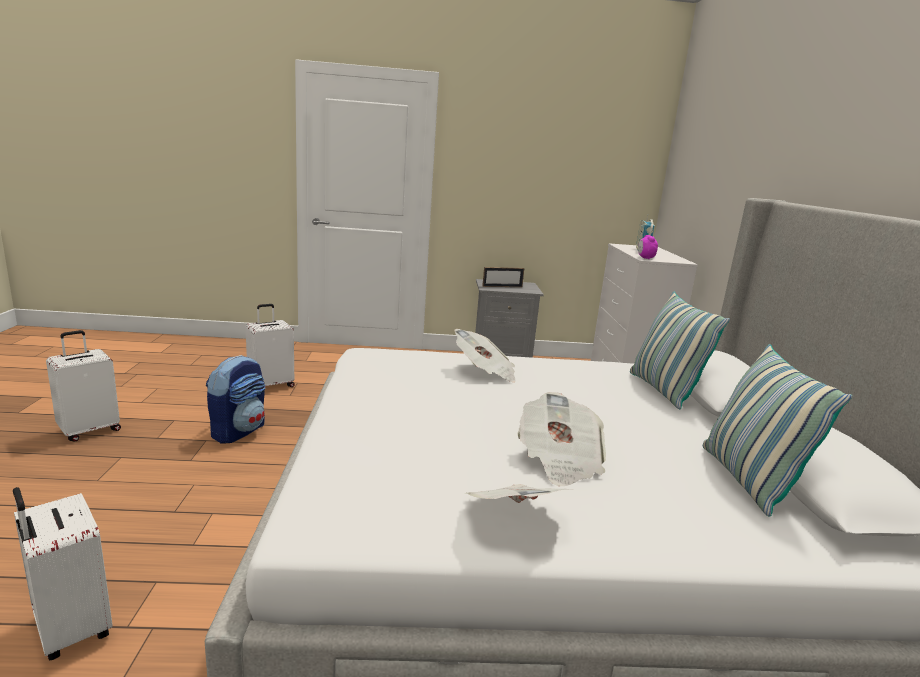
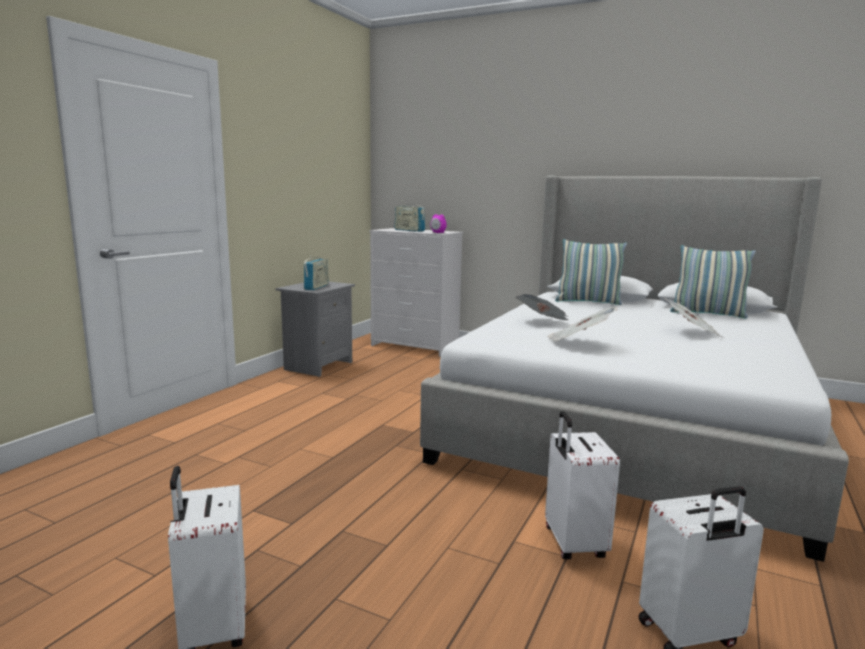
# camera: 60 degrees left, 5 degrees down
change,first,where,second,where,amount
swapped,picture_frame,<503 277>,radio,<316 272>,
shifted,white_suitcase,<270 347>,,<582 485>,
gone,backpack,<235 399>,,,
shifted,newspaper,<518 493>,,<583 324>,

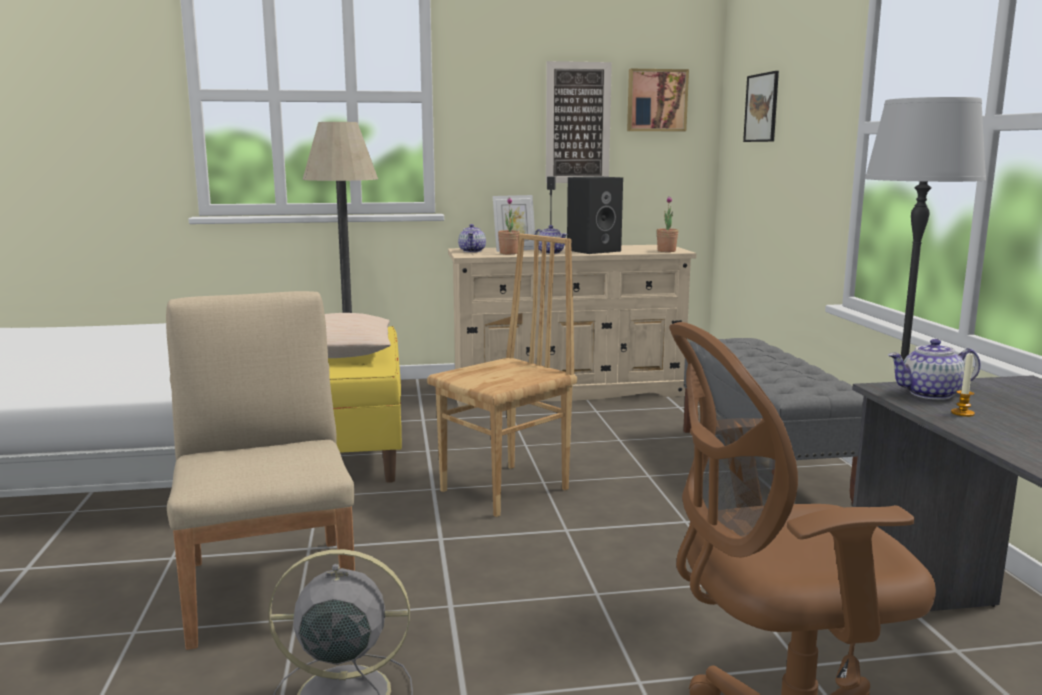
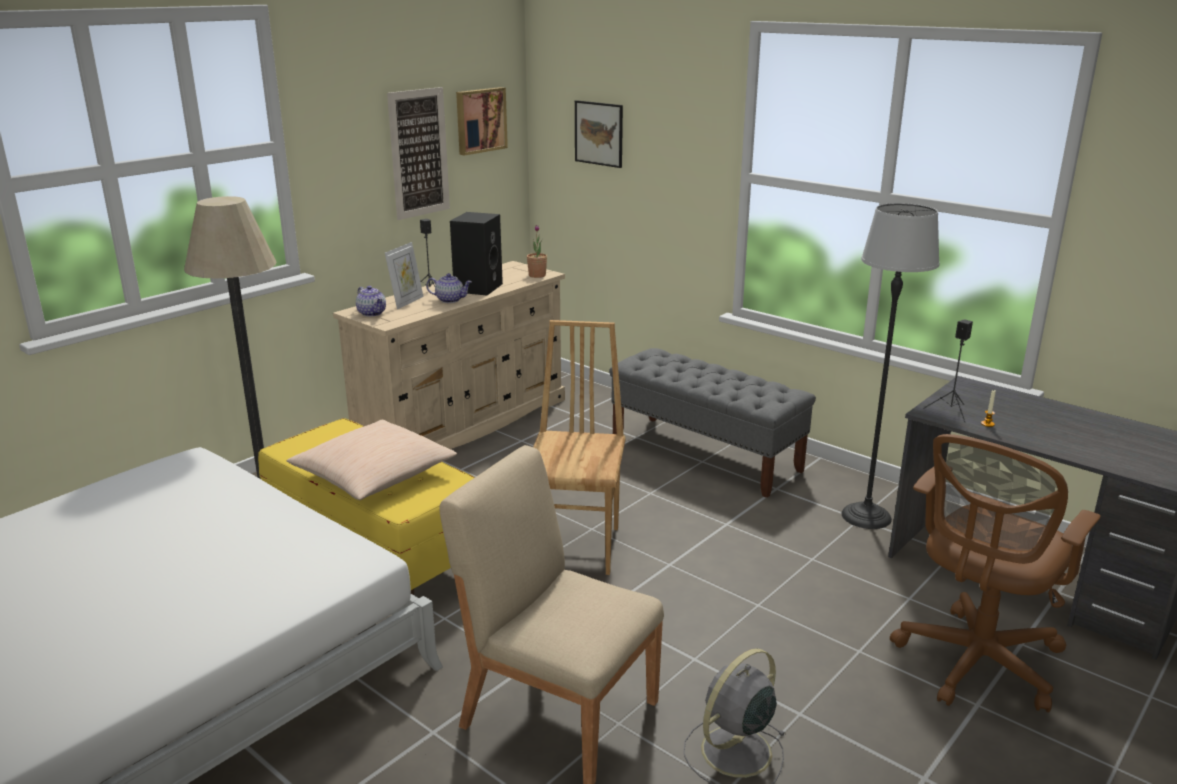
# camera: 40 degrees left, 10 degrees up
change,first,where,second,where,amount
gone,potted_plant,<509 225>,,,
swapped,teapot,<934 369>,black_speaker,<948 370>,

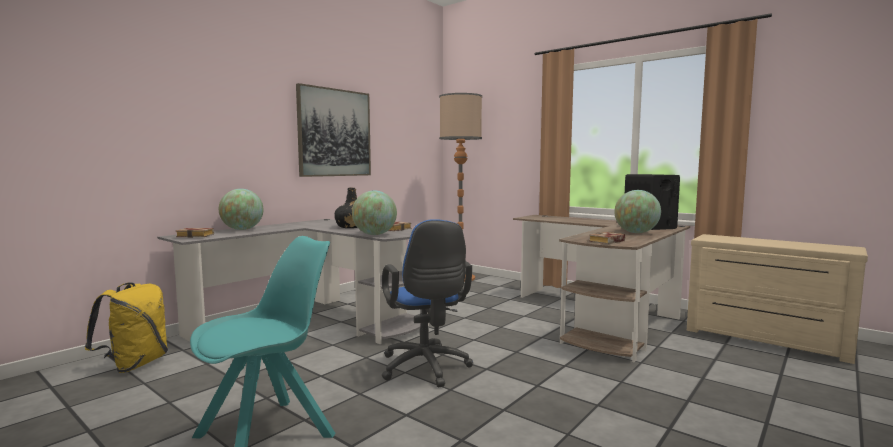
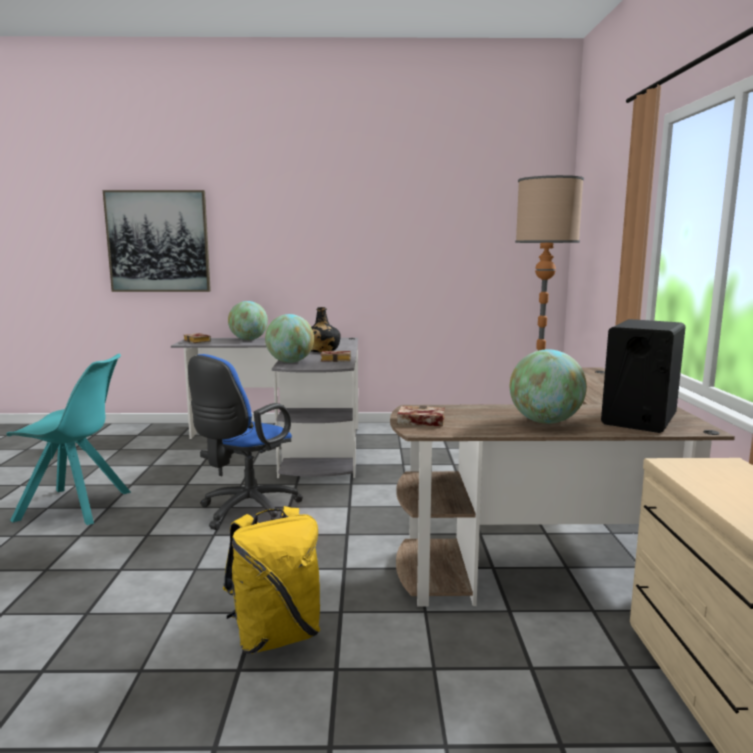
# camera: 50 degrees right, 5 degrees up
change,first,where,second,where,amount
shifted,picture,<333 130>,,<157 241>,
shifted,yellow_backpack,<126 327>,,<271 580>,

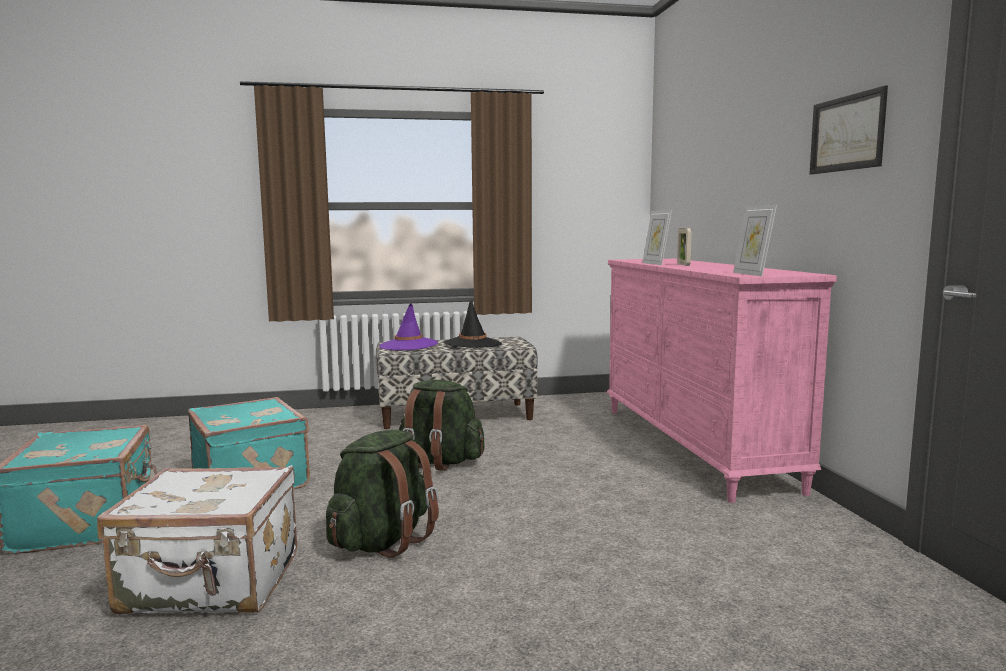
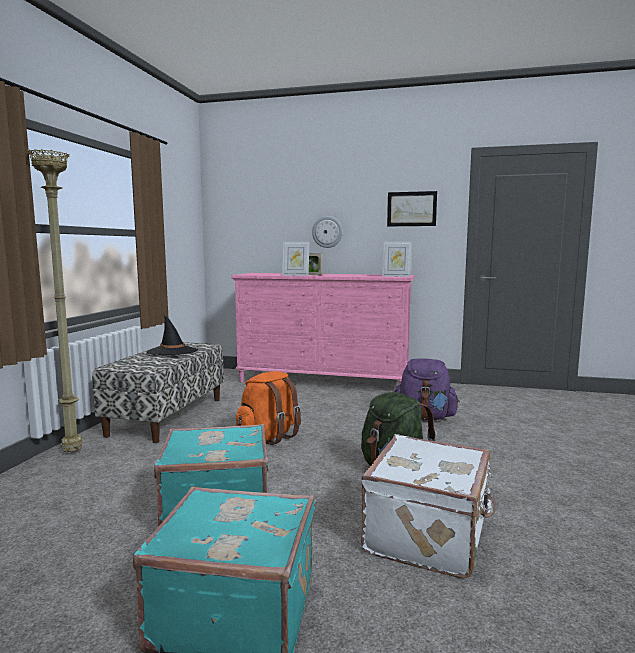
# camera: 65 degrees left, 0 degrees up
change,first,where,second,where,amount
gone,purple_hat,<408 326>,,,
repainted,green_backpack,<442 425>,orange_backpack,<268 408>,
new,,,beige_floor_lamp,<55 301>,
new,,,wall_clock,<327 232>,
new,,,purple_backpack,<427 390>,

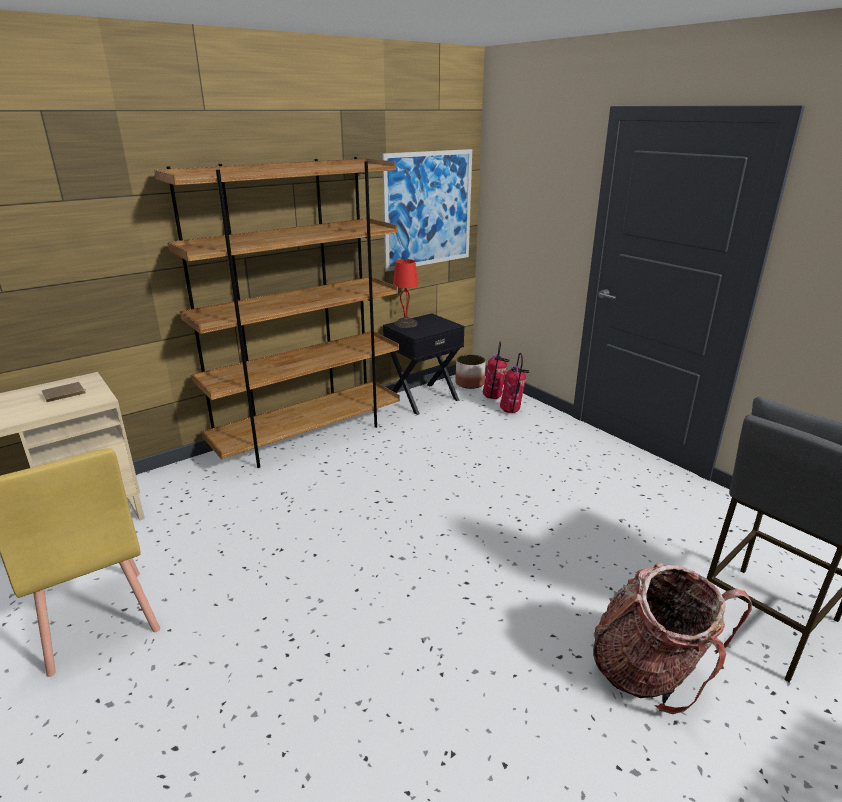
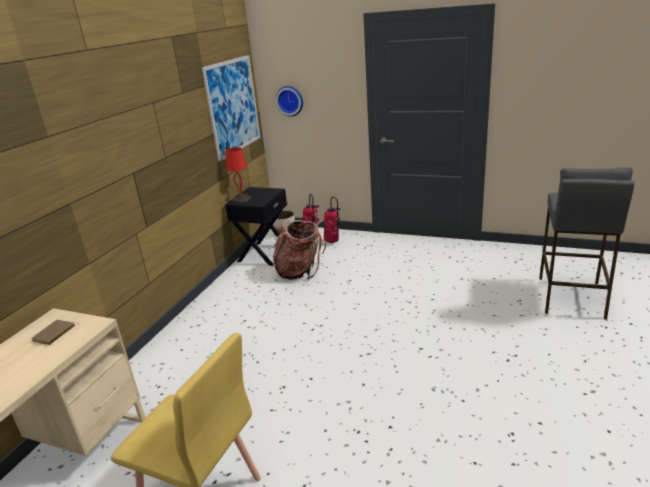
# camera: 30 degrees left, 0 degrees up
change,first,where,second,where,amount
gone,brown_bookcase,<277 312>,,,
shifted,backpack,<672 638>,,<300 250>,
new,,,wall_clock,<289 101>,

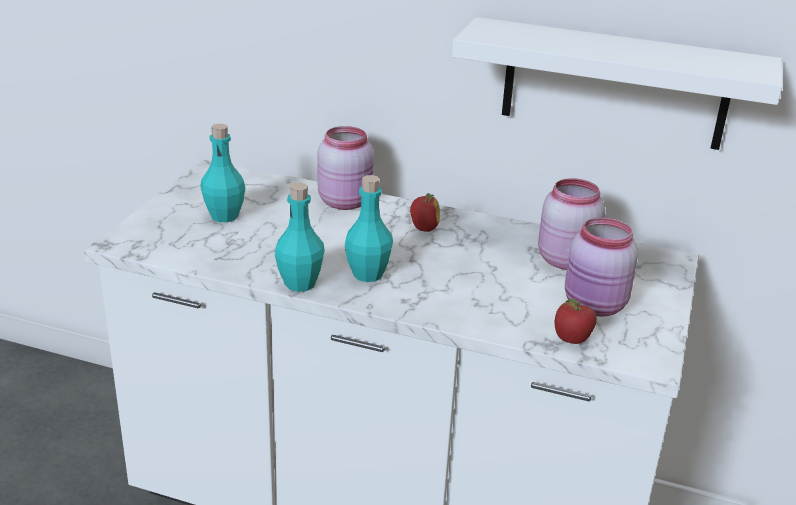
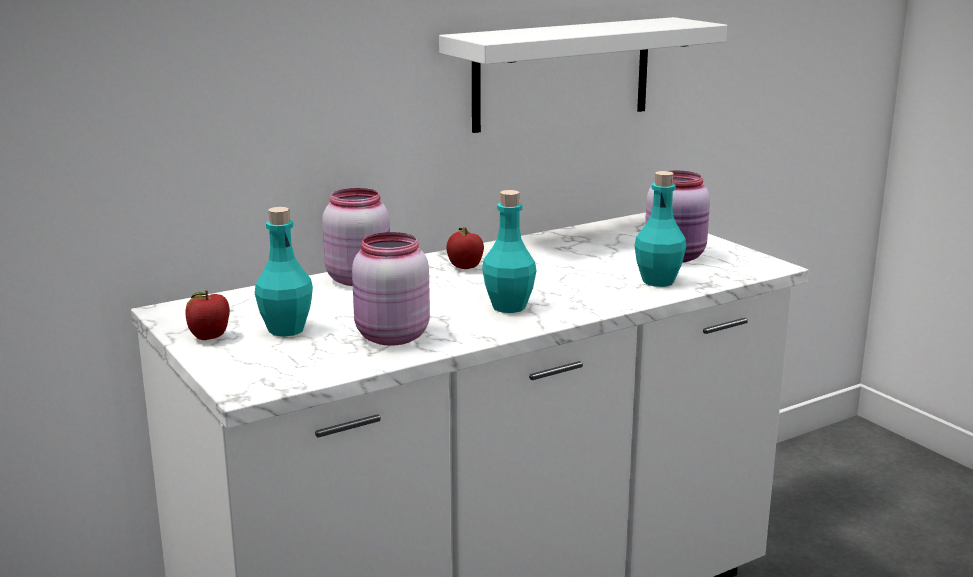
# camera: 50 degrees left, 10 degrees down
change,first,where,second,where,amount
shifted,pink_jar,<572 224>,,<391 289>,
shifted,turquoise_bottle,<300 237>,,<660 229>,
shifted,apple,<576 321>,,<207 315>,

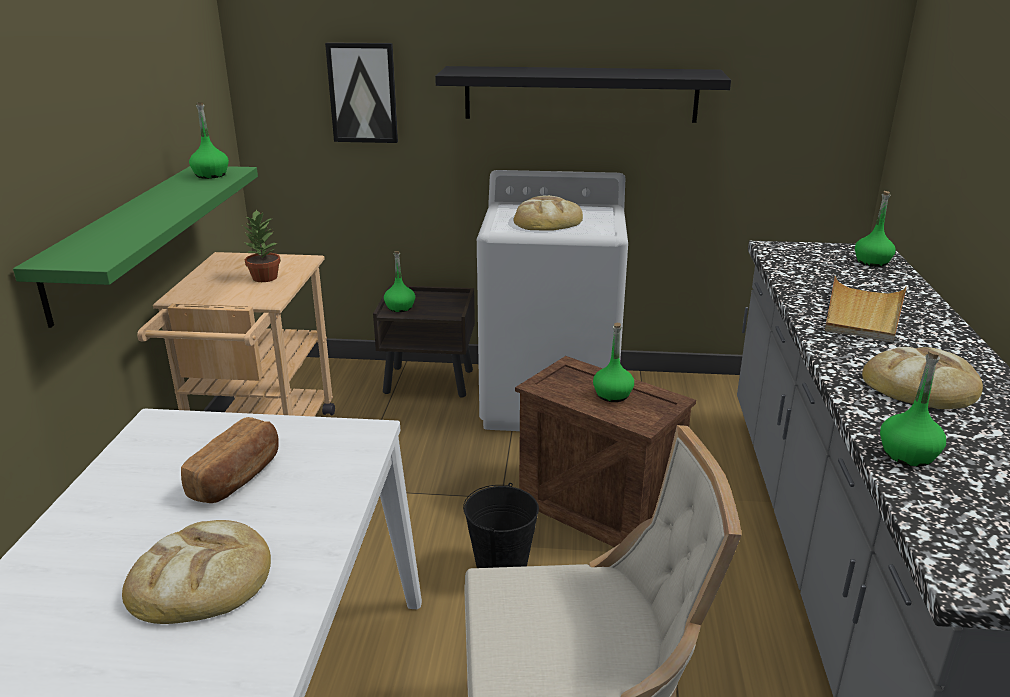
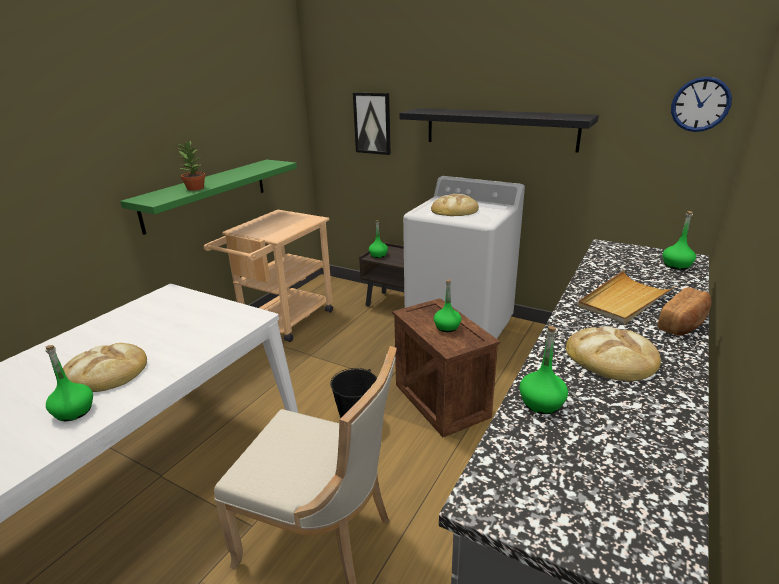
# camera: 25 degrees right, 0 degrees up
change,first,where,second,where,amount
shifted,green_bottle,<209 140>,,<69 383>,
shifted,potted_plant,<262 245>,,<192 166>,
shifted,bread,<230 460>,,<685 311>,
new,,,wall_clock,<701 104>,

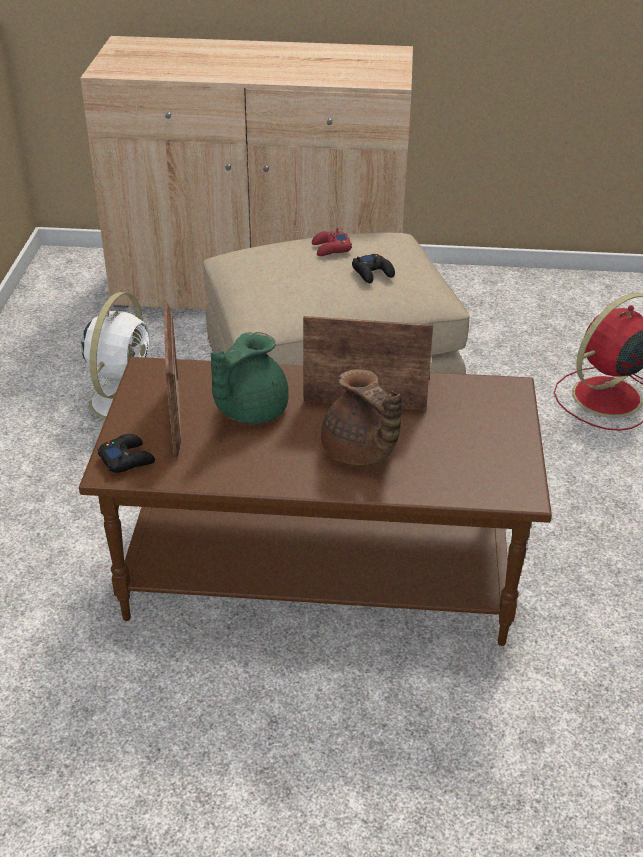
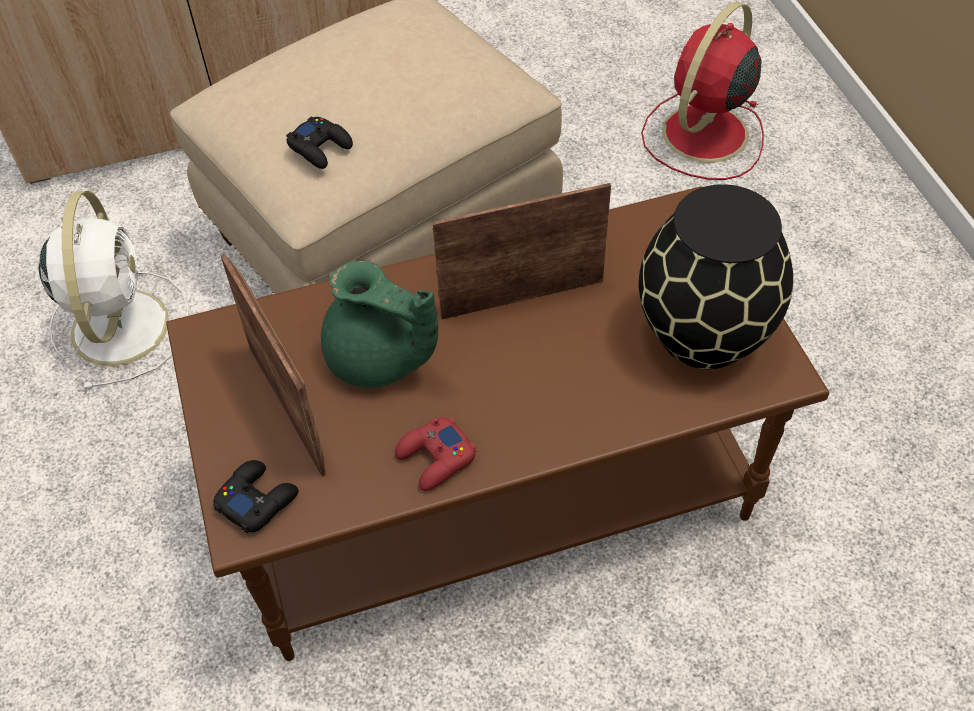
# camera: 20 degrees left, 15 degrees up
change,first,where,second,where,amount
shifted,red_game_controller,<332 242>,,<435 454>,
shifted,black_game_controller,<373 268>,,<319 142>,
rotated,green_teapot,<250 378>,,<379 324>,75 degrees counterclockwise
gone,brown_teapot,<361 417>,,,
new,,,black_vase,<716 276>,

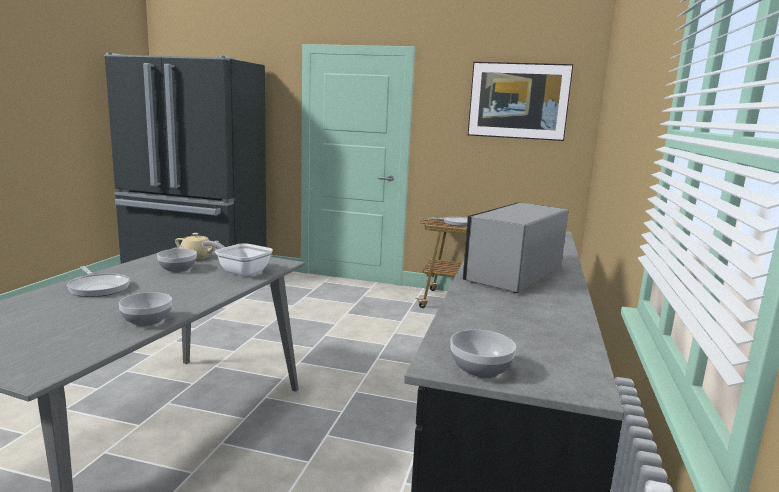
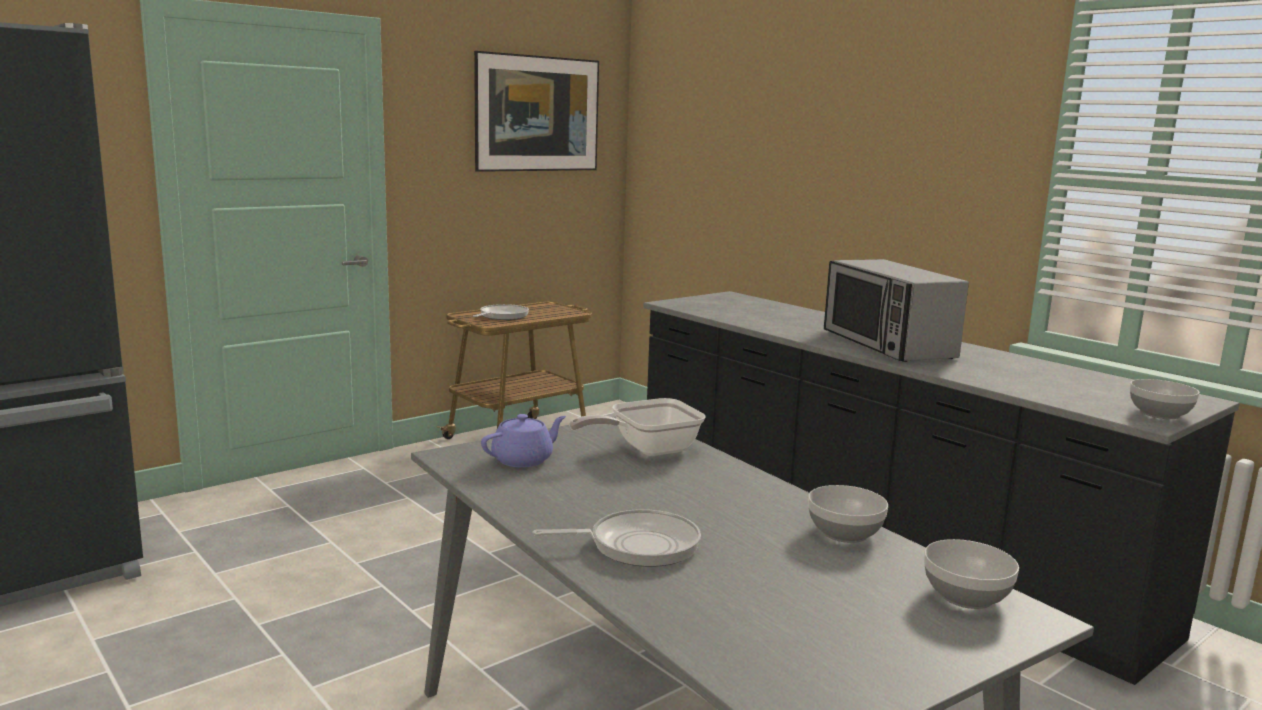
# camera: 55 degrees left, 0 degrees up
change,first,where,second,where,amount
repainted,beige_teapot,<197 246>,purple_teapot,<523 440>,
shifted,bowl,<177 261>,,<971 574>,

